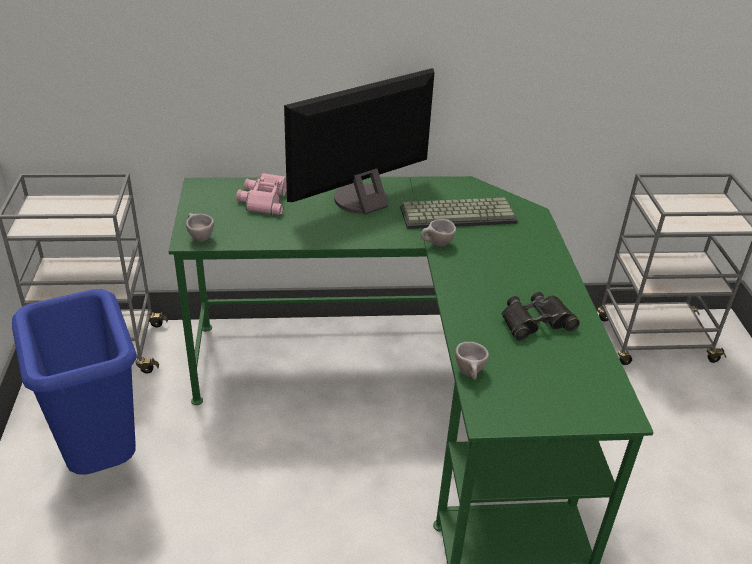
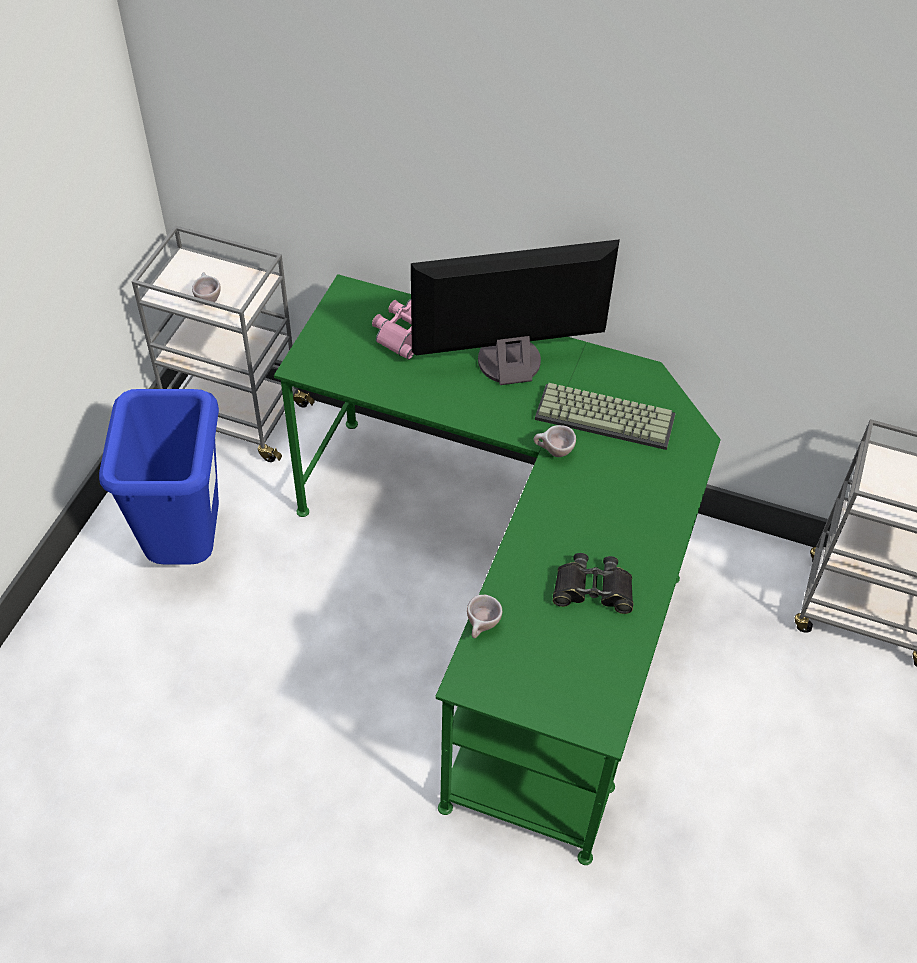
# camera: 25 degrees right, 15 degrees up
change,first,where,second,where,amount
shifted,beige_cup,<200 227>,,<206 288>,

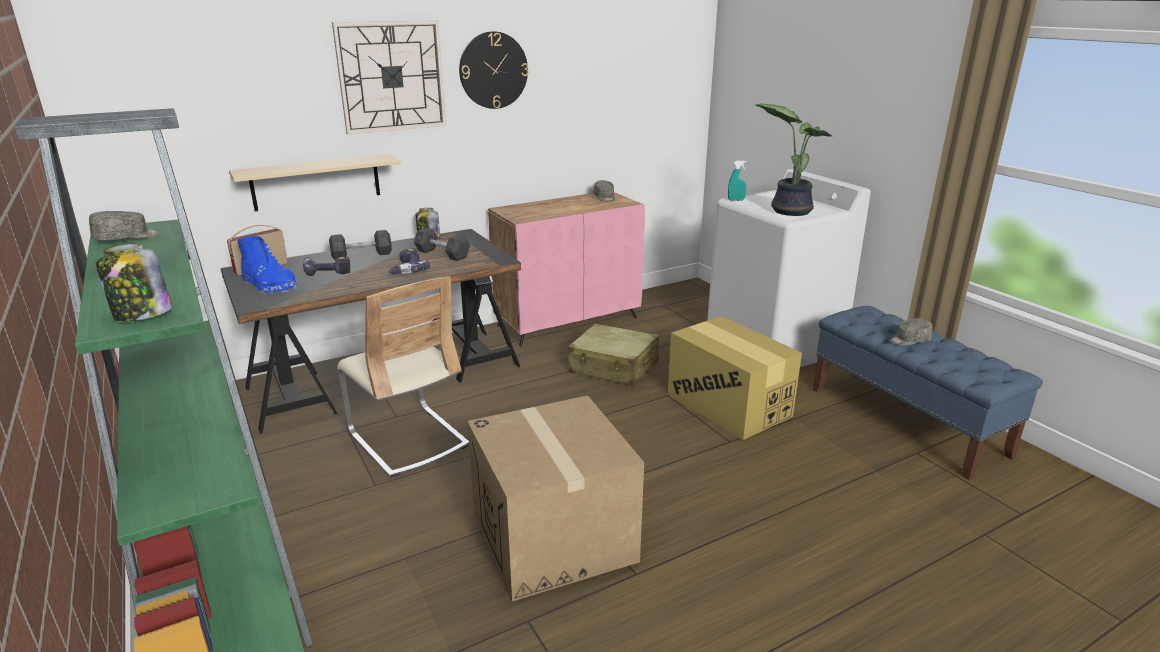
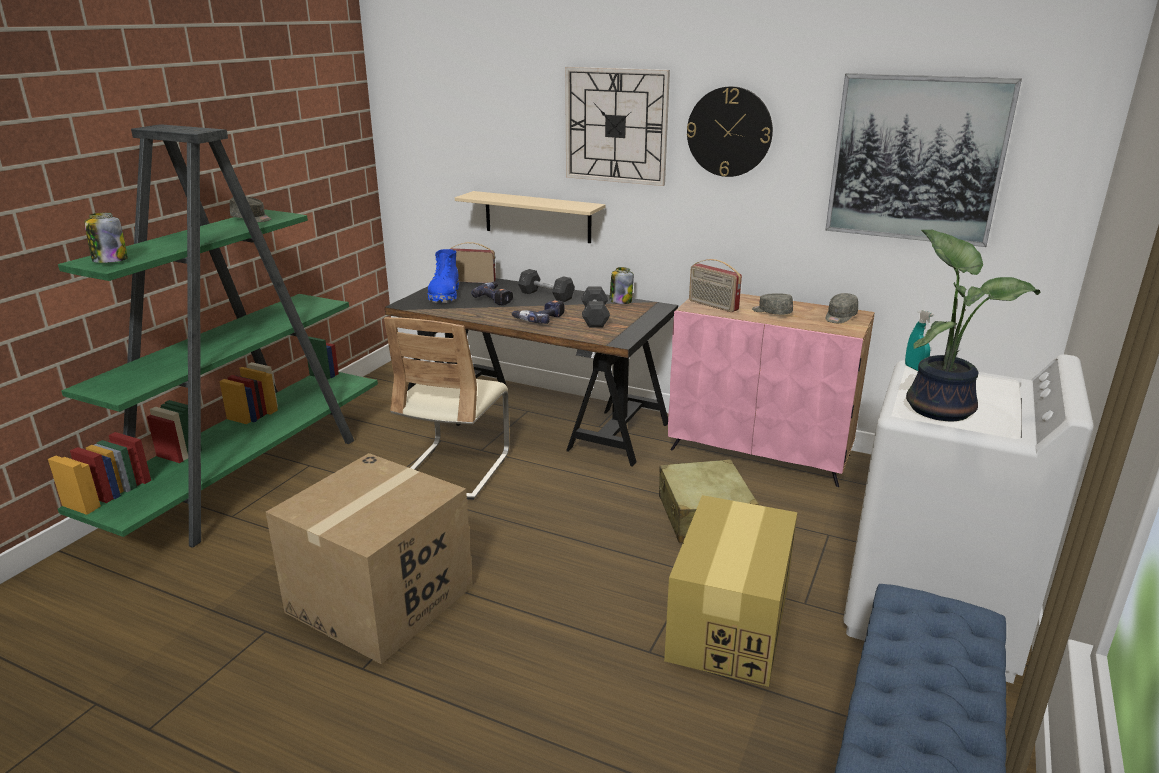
# camera: 55 degrees right, 0 degrees up
change,first,where,second,where,amount
shifted,grey_cap,<911 332>,,<772 304>,
new,,,picture,<923 160>,
new,,,radio,<715 285>,

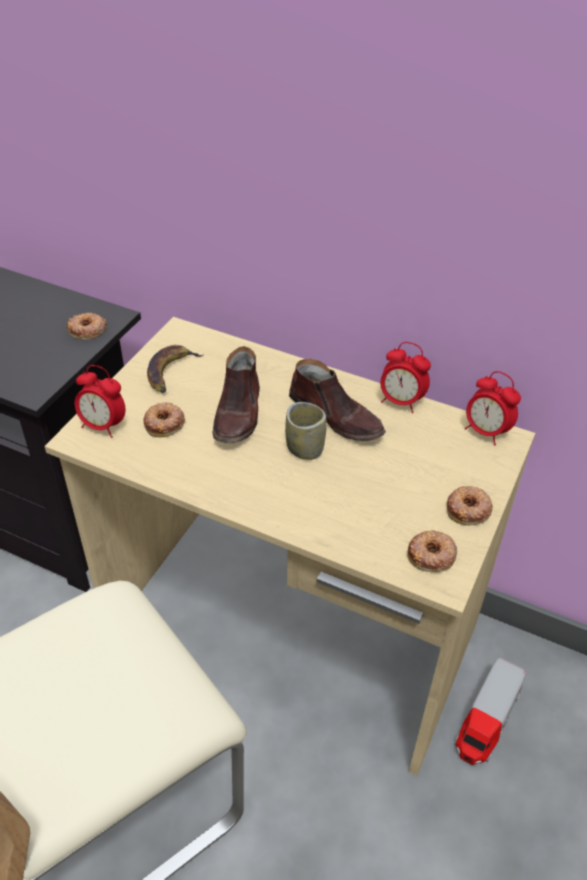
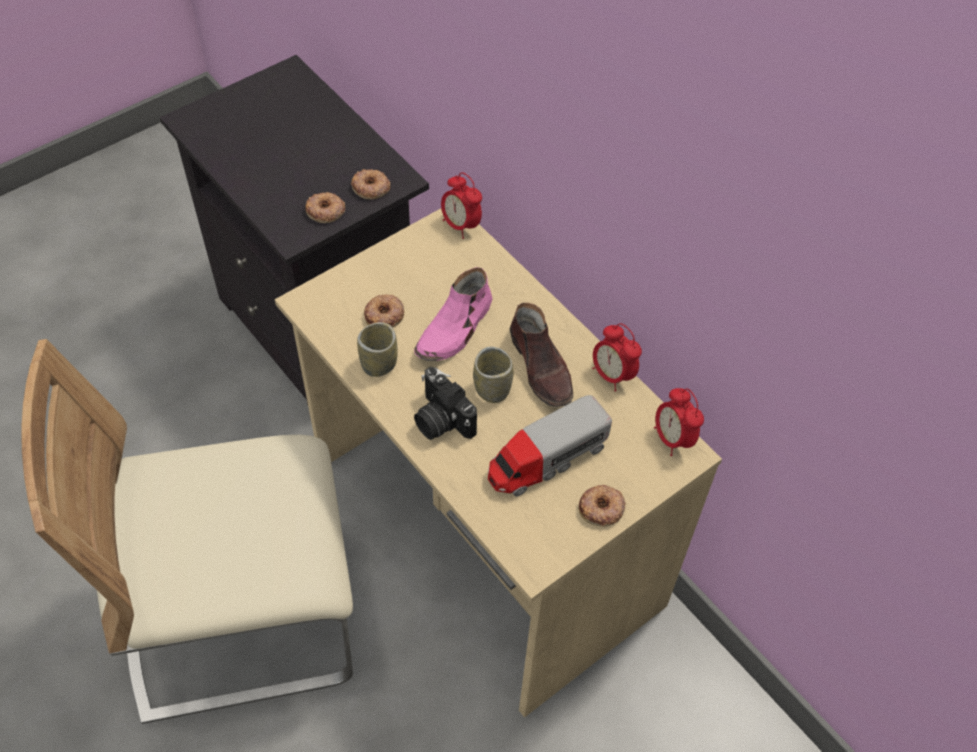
# camera: 25 degrees right, 10 degrees up
change,first,where,second,where,amount
gone,banana,<175 369>,,,
repainted,brown_shoe,<236 394>,pink_shoe,<453 314>,
shifted,alarm_clock,<99 401>,,<461 206>,
shifted,donut,<432 551>,,<325 207>,
shifted,toy_truck,<490 711>,,<550 446>,
new,,,cup,<377 349>,
new,,,photo_camera,<445 403>,

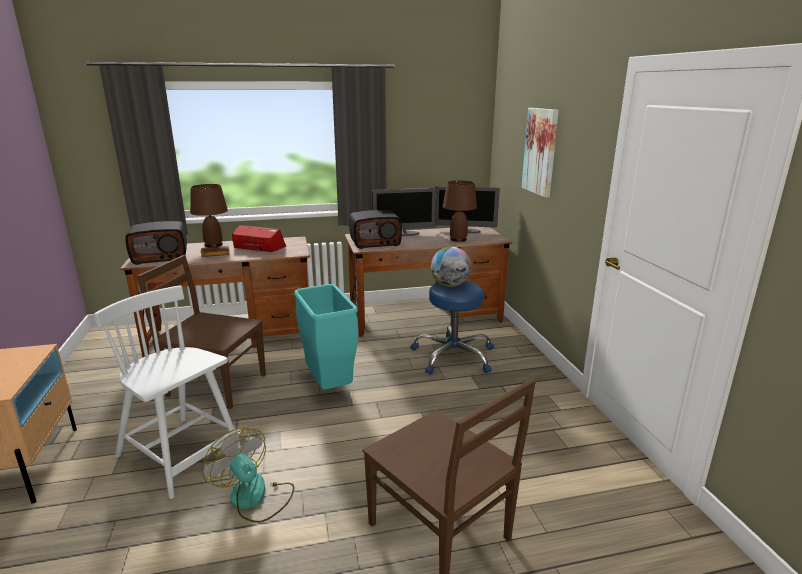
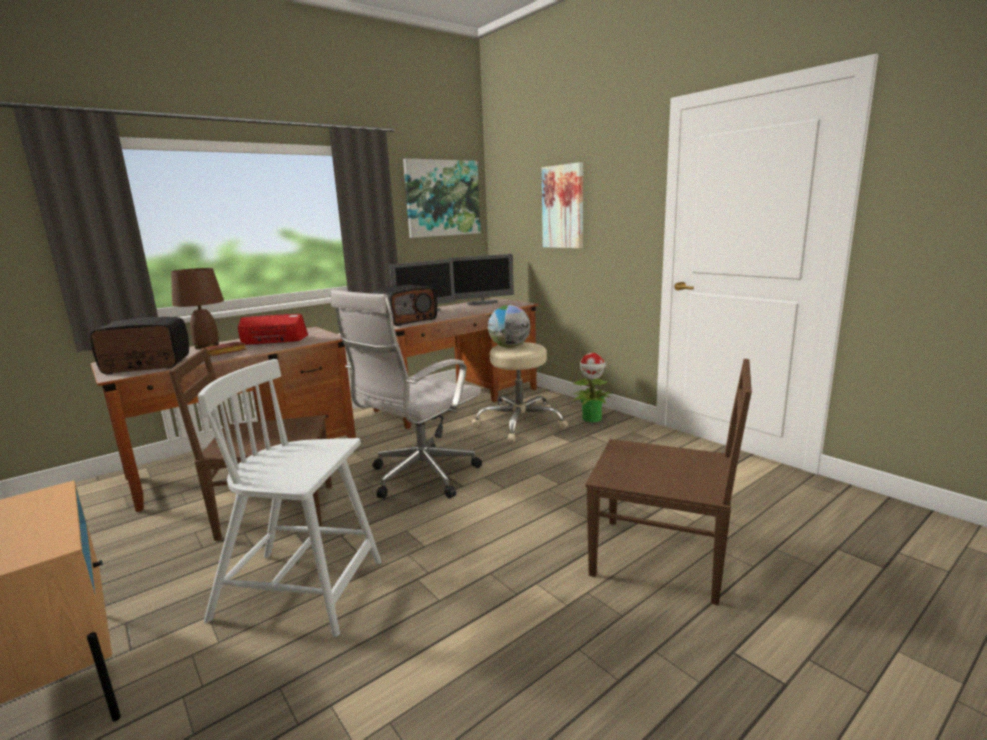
# camera: 25 degrees left, 5 degrees down
change,first,where,second,where,amount
gone,brown_table_lamp,<460 211>,,,
rotated,radio,<156 243>,,<139 345>,150 degrees counterclockwise
repainted,blue_stool,<452 328>,beige_stool,<520 392>,
swapped,turquoise_trash_can,<326 337>,white_office_chair,<406 394>,
gone,fan,<248 475>,,,
new,,,picture,<442 198>,
new,,,potted_plant,<591 387>,

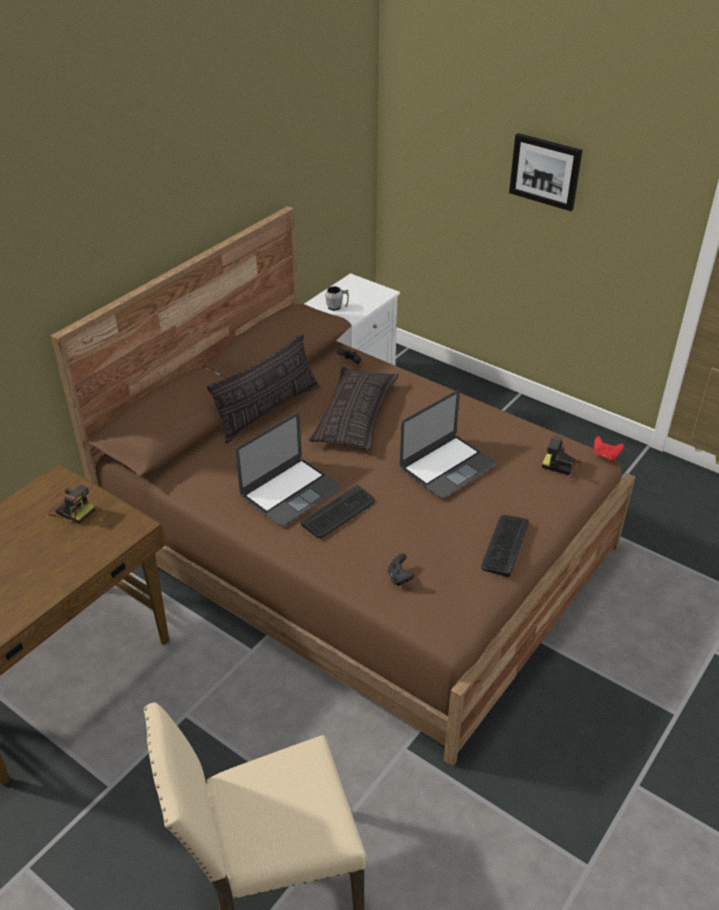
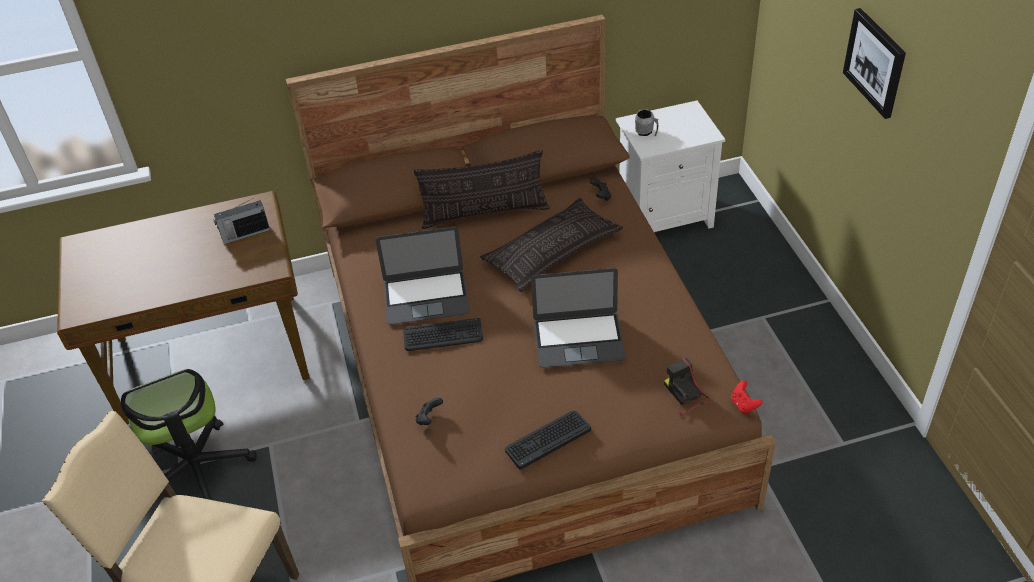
# camera: 40 degrees right, 5 degrees up
change,first,where,second,where,amount
swapped,photo_camera,<71 504>,radio,<241 221>,
new,,,office_chair,<189 434>,

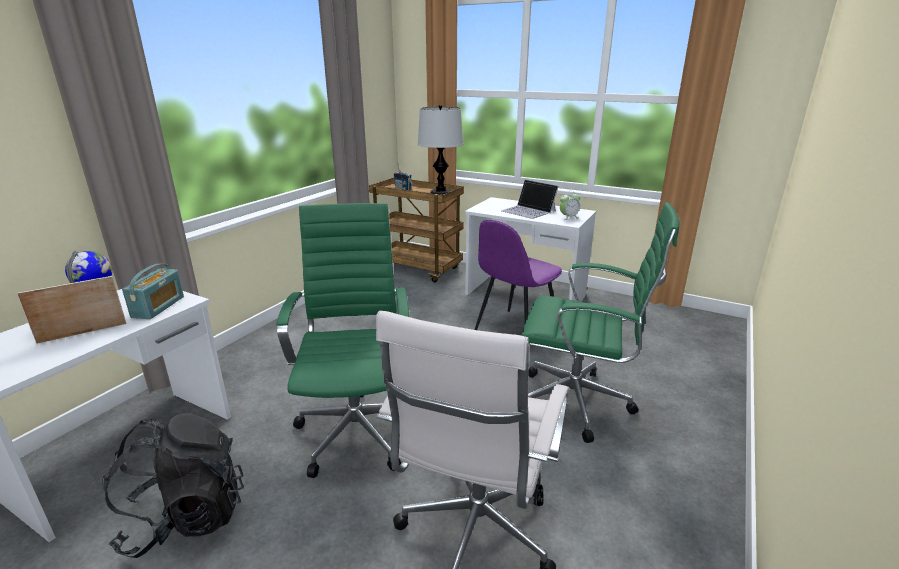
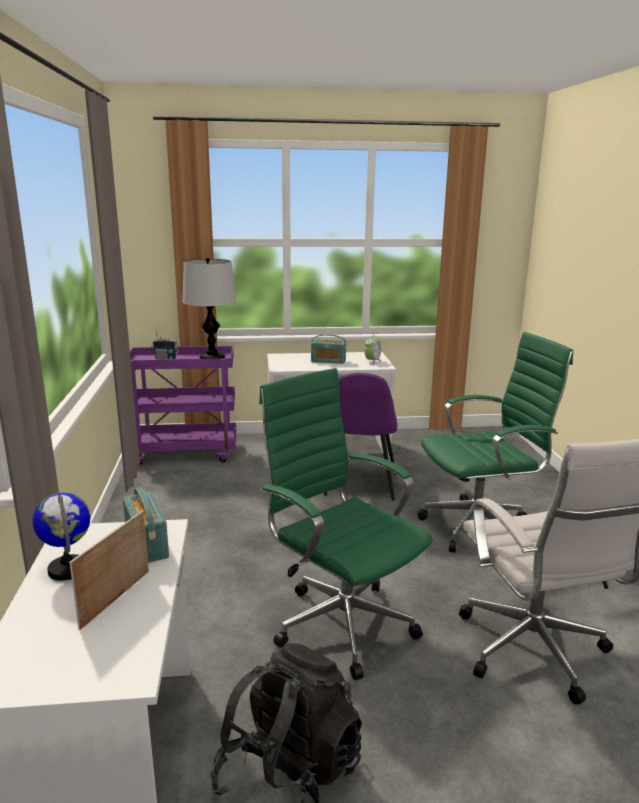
# camera: 35 degrees left, 5 degrees down
change,first,where,second,where,amount
repainted,brown_cart,<416 230>,purple_cart,<183 406>,
swapped,laptop,<530 199>,radio,<328 349>,

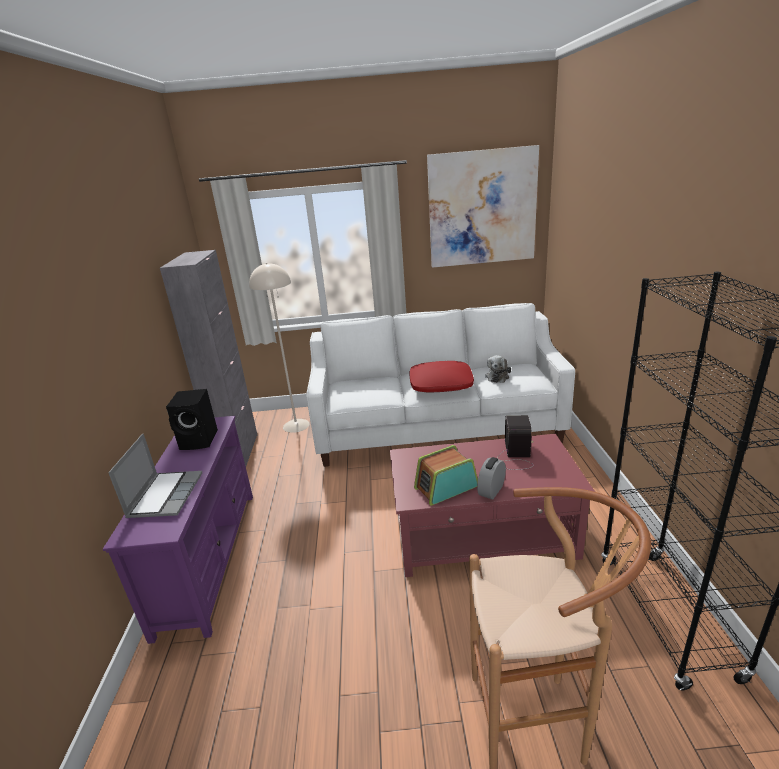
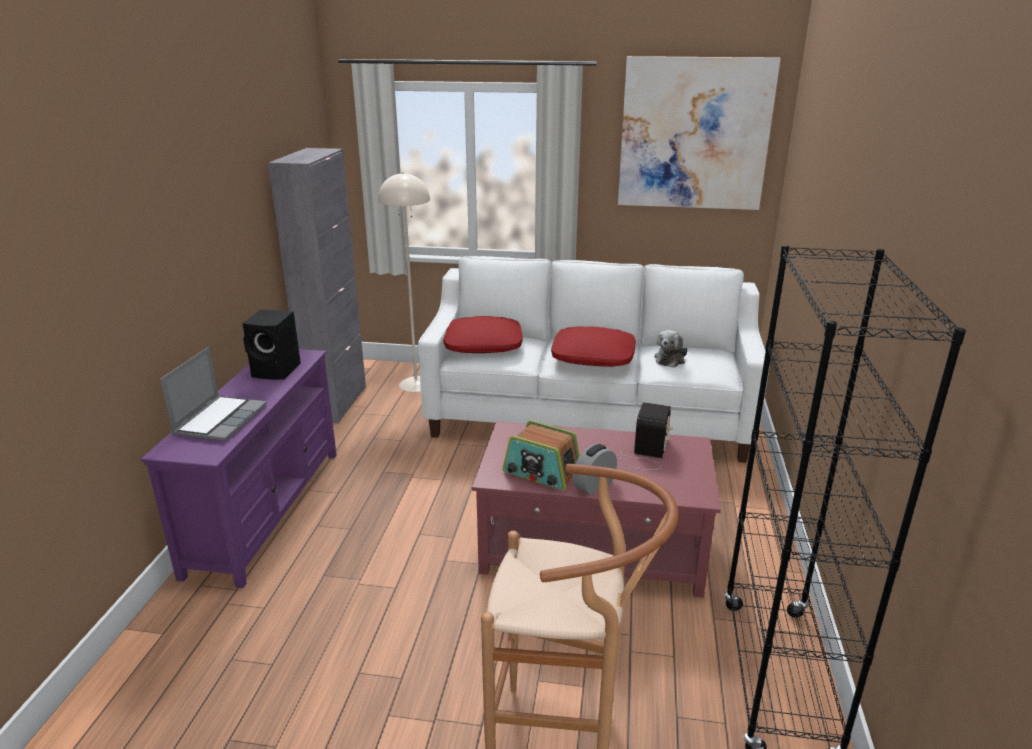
# camera: 10 degrees right, 0 degrees up
change,first,where,second,where,amount
rotated,radio,<446 475>,,<541 455>,135 degrees counterclockwise
new,,,red_pillow,<483 334>,

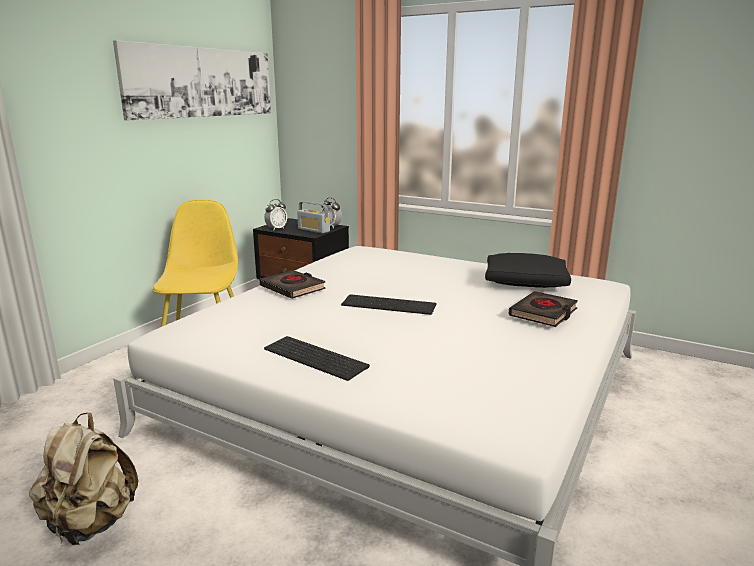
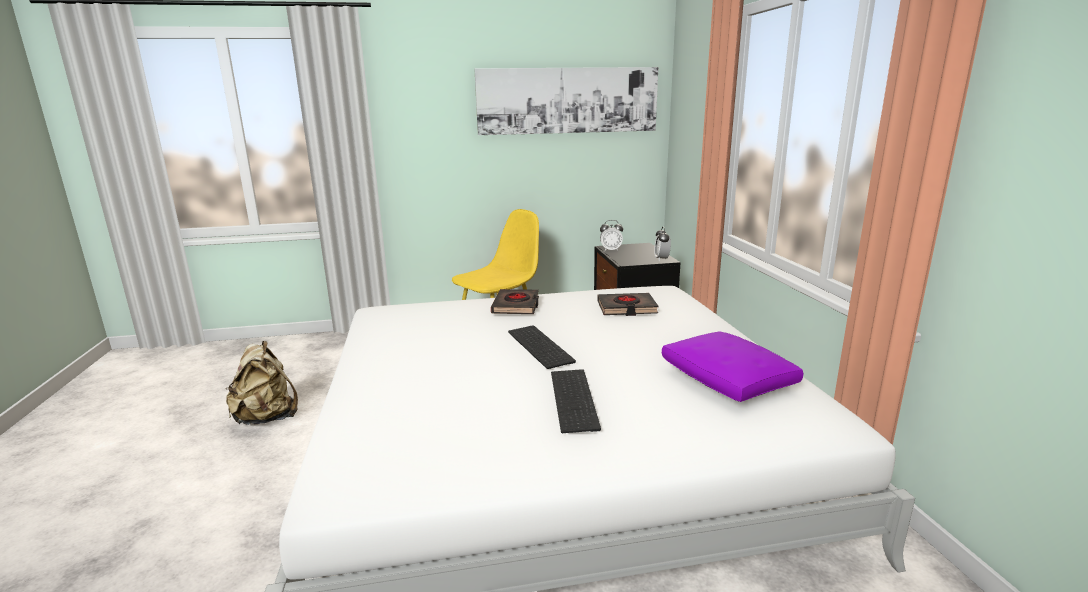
# camera: 50 degrees right, 0 degrees up
change,first,where,second,where,amount
gone,radio,<313 217>,,,
repainted,black_pillow,<528 270>,purple_pillow,<733 366>,
shifted,black_book,<543 309>,,<627 304>,
shifted,keyboard,<317 358>,,<576 401>,

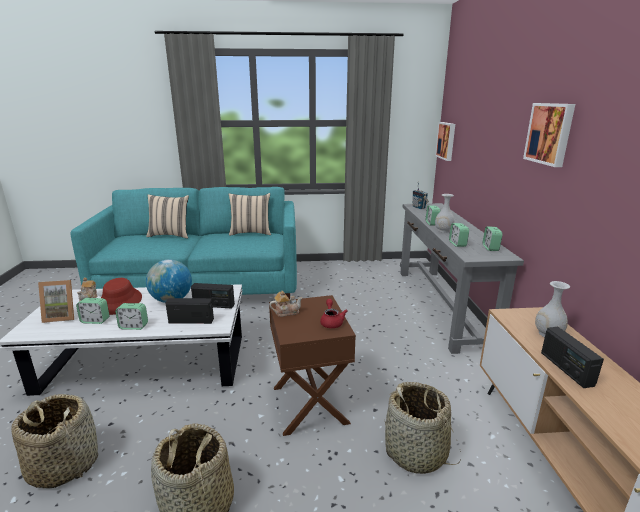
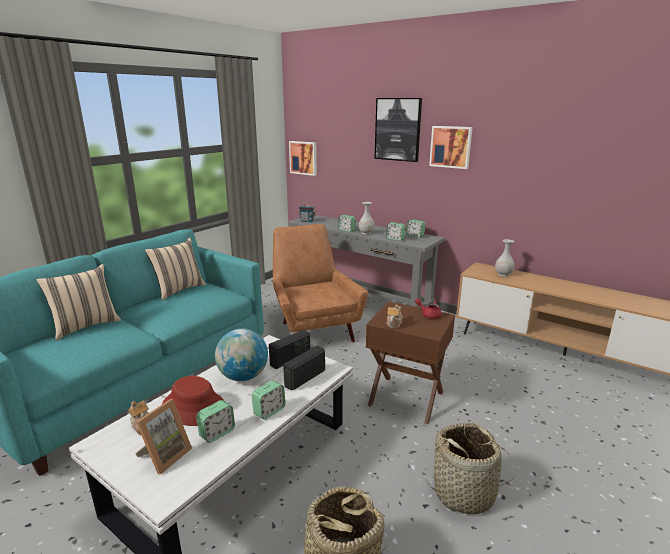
# camera: 50 degrees left, 0 degrees up
change,first,where,second,where,amount
gone,radio,<572 357>,,,
gone,basket,<423 428>,,,
new,,,picture,<398 130>,
new,,,brown_armchair,<320 283>,

